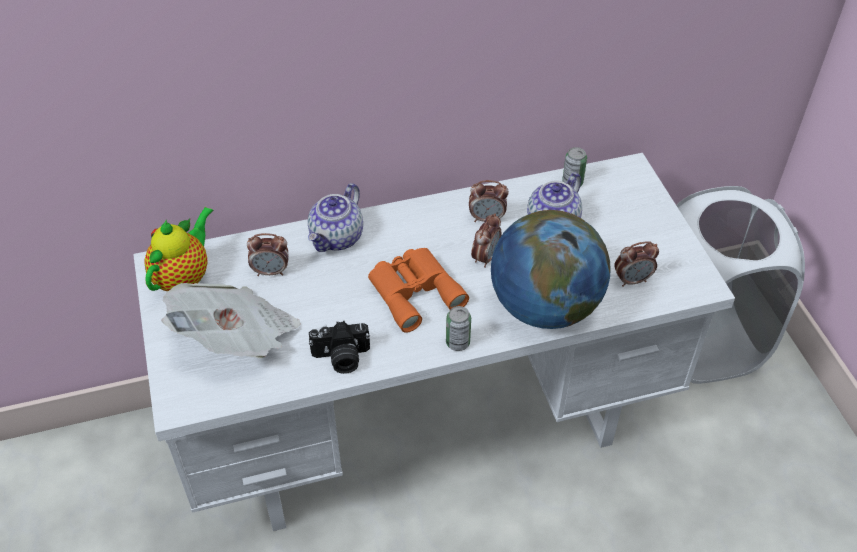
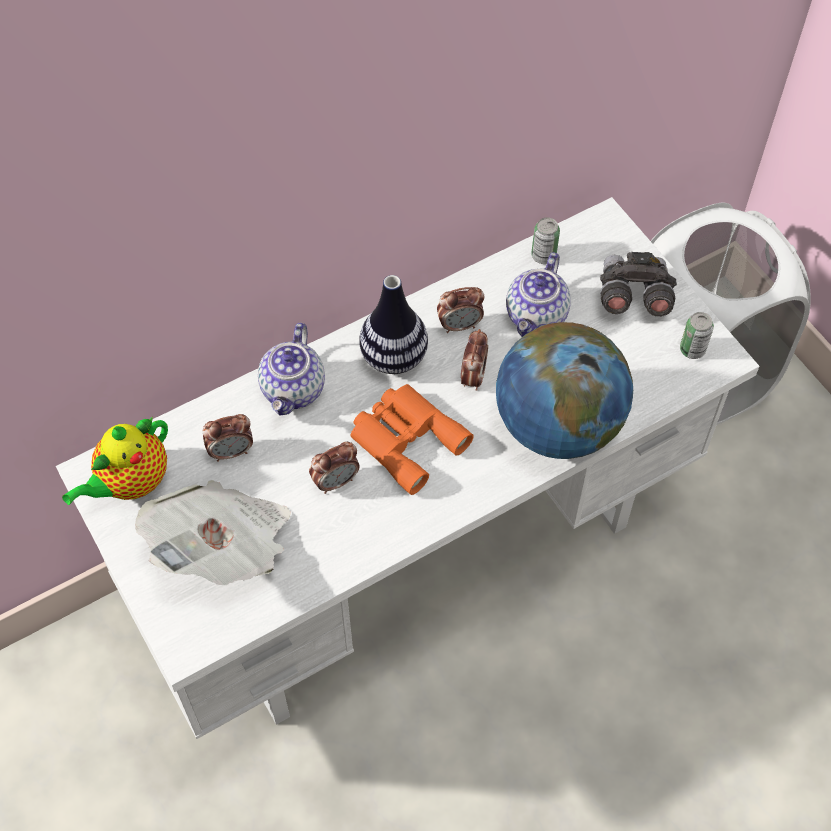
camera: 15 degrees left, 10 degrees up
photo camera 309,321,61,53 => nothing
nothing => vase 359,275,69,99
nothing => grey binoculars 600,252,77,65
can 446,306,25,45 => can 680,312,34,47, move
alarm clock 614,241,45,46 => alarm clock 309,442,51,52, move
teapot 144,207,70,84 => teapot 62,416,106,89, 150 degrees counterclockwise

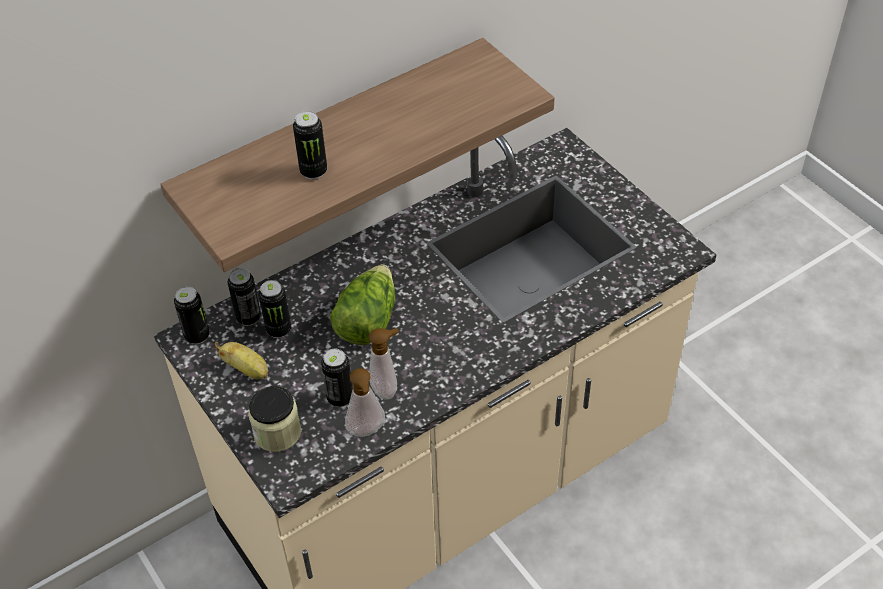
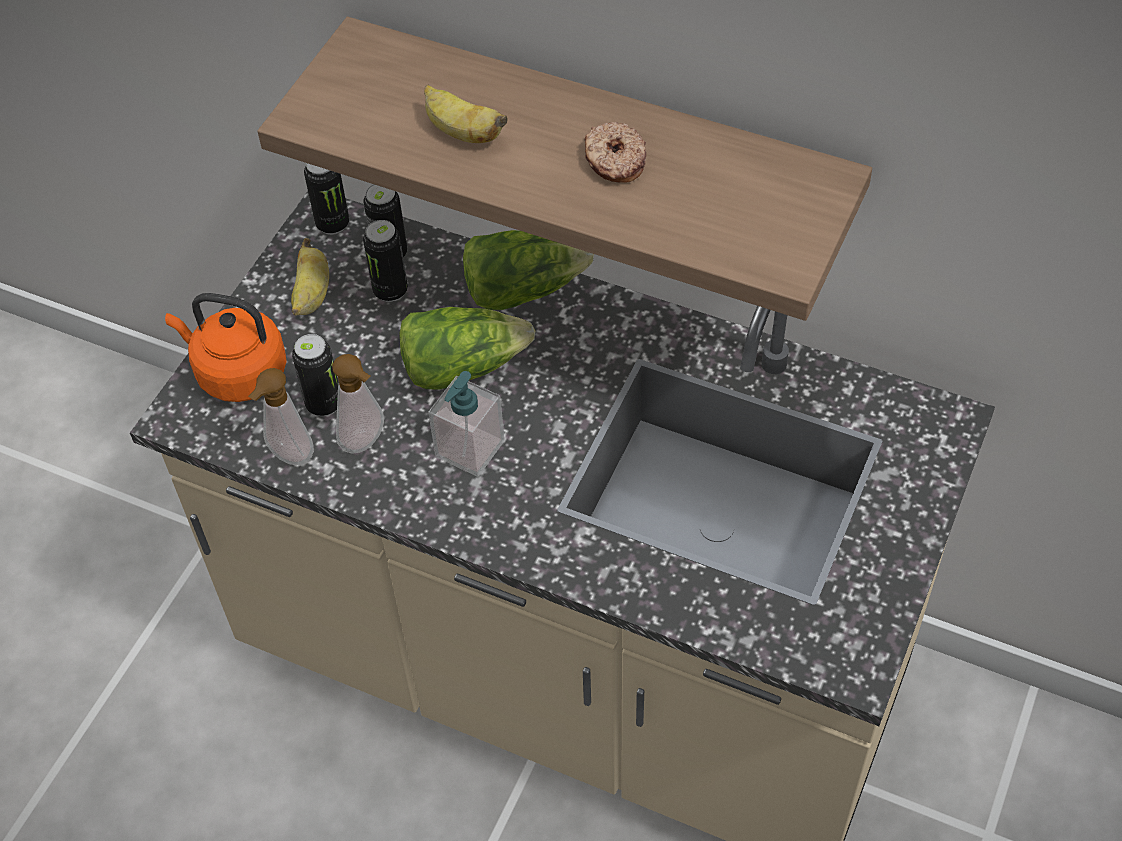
camera: 60 degrees right, 5 degrees up
nothing => soap dispenser 428,371,77,106
nothing => lettuce 463,230,131,80
nothing => donut 584,122,62,61
jar 248,386,53,66 => orange kettle 165,293,122,109
can 293,111,34,68 => banana 424,85,84,58

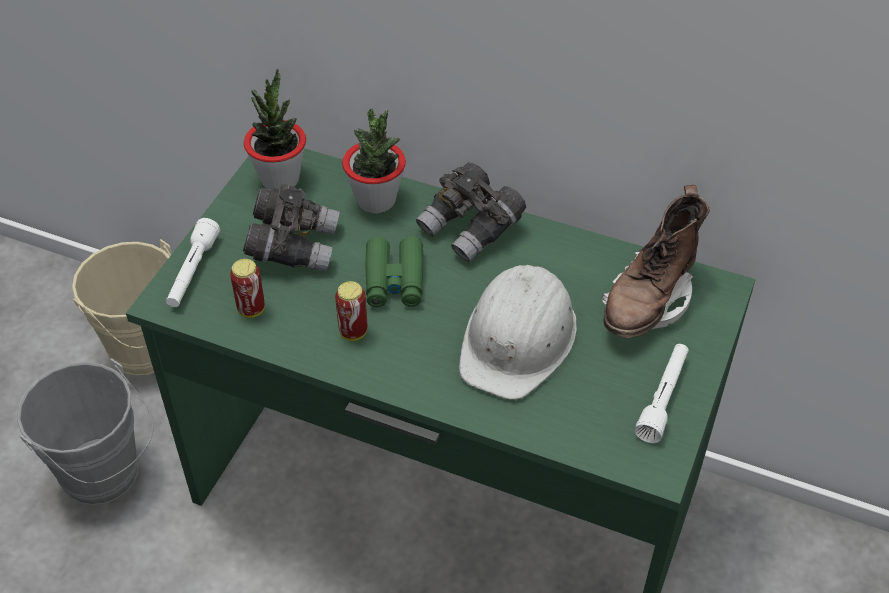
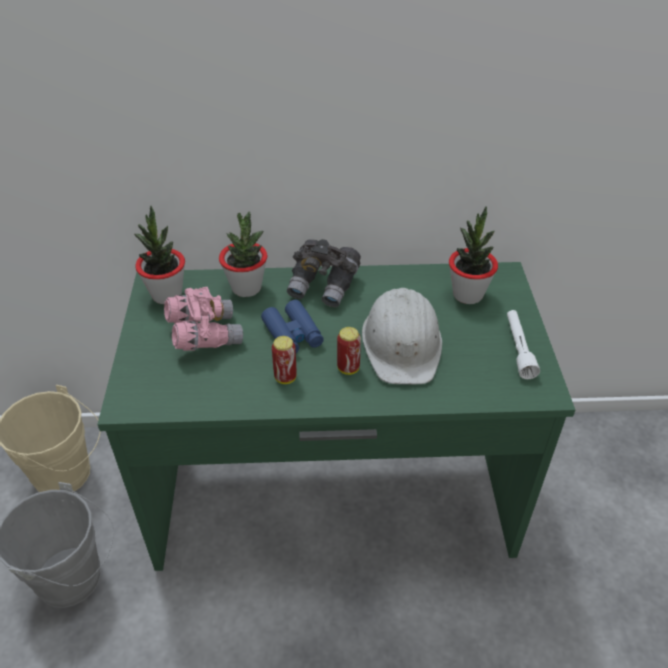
camera: 25 degrees left, 5 degrees down
white flashlight 166,218,54,89 => nothing
can 230,259,35,59 => can 337,327,24,48, move
brown boot 602,185,108,153 => potted plant 449,206,49,98
grey binoculars 243,184,97,88 => pink binoculars 164,287,79,64
green binoculars 365,237,58,70 => blue binoculars 261,300,63,53

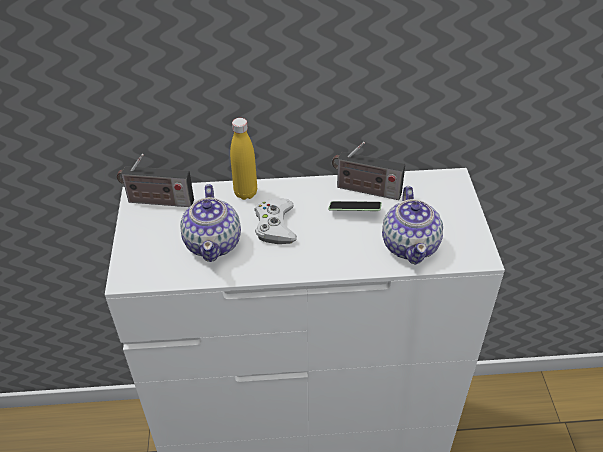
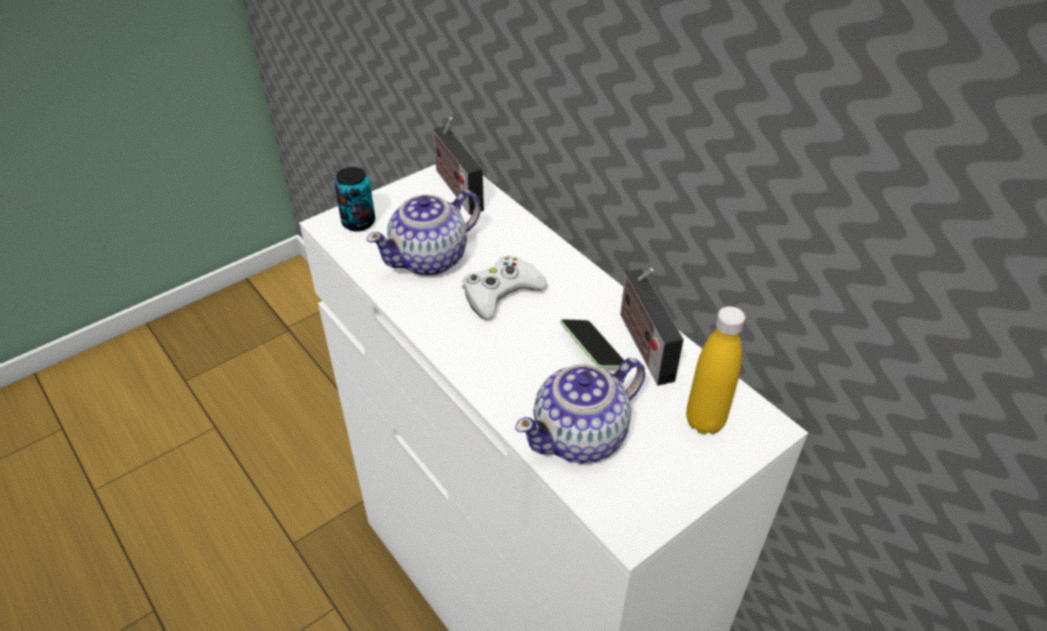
camera: 55 degrees right, 0 degrees up
nothing => can 334,167,41,65
yellow bottle 230,118,27,82 => yellow bottle 686,306,59,128, move

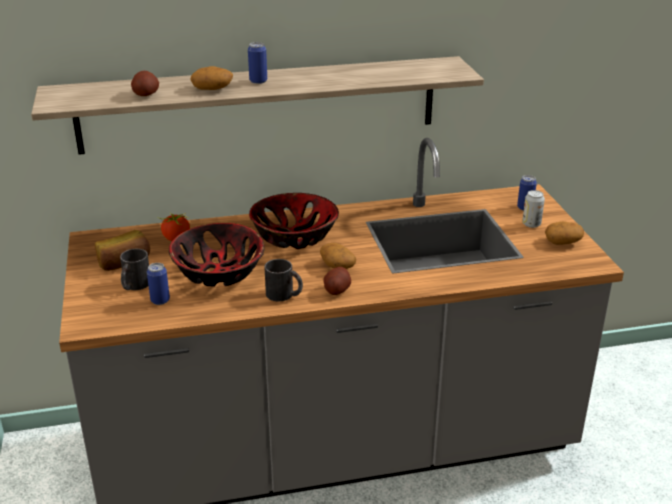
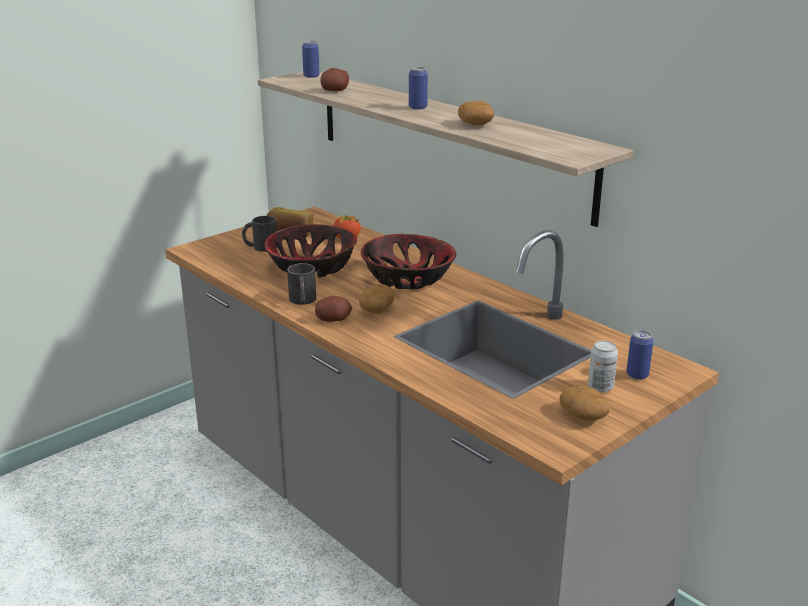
camera: 60 degrees right, 5 degrees down
can 147,263,23,42 => can 302,41,18,37, move
potato 191,66,42,24 => potato 458,101,36,25, move

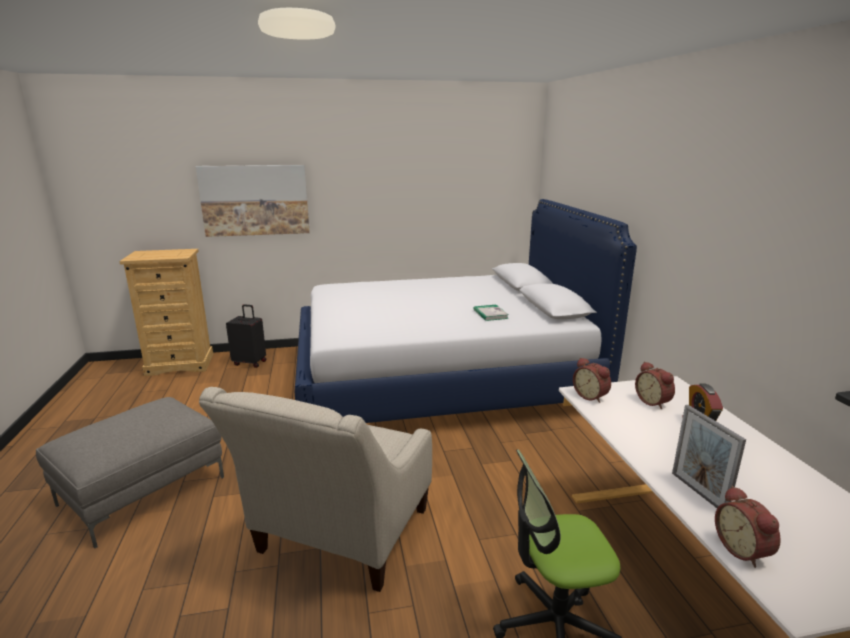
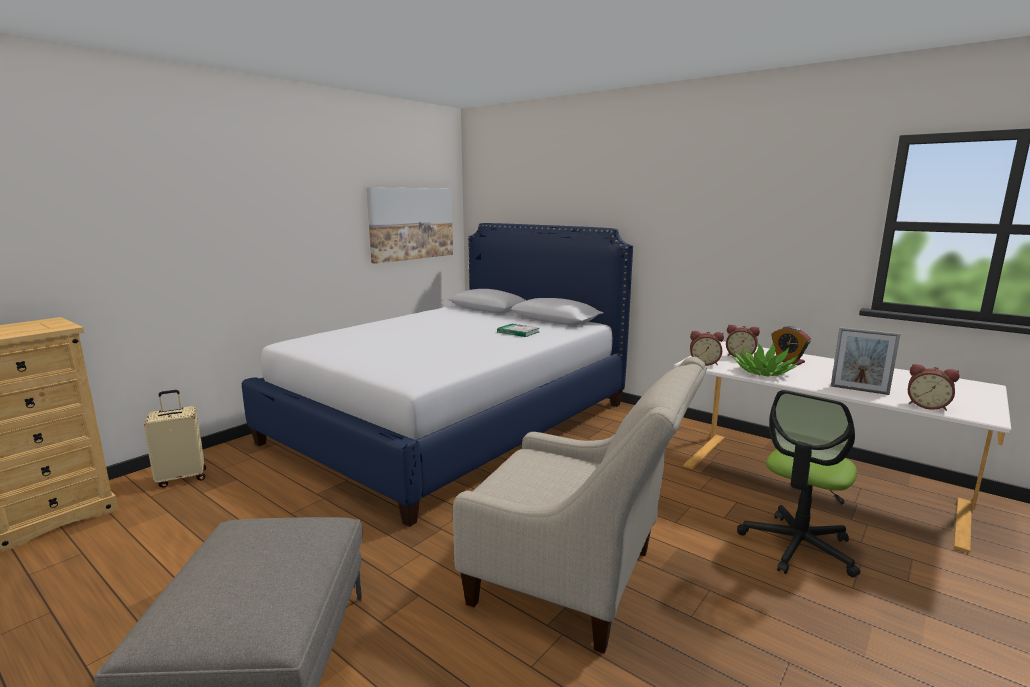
camera: 40 degrees left, 5 degrees down
nothing => potted plant 731,343,68,33
picture 196,165,114,72 => picture 367,187,86,77, move
black suitcase 226,304,41,64 => beige suitcase 144,390,62,98
beige armchair 199,387,233,205 => beige armchair 453,357,254,297, 45 degrees counterclockwise

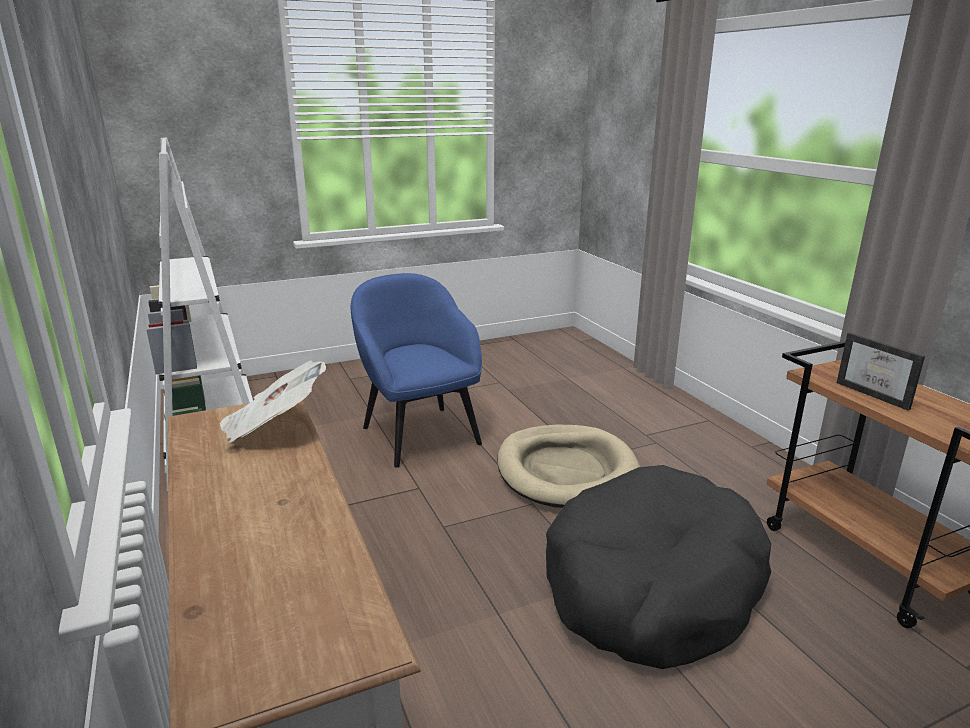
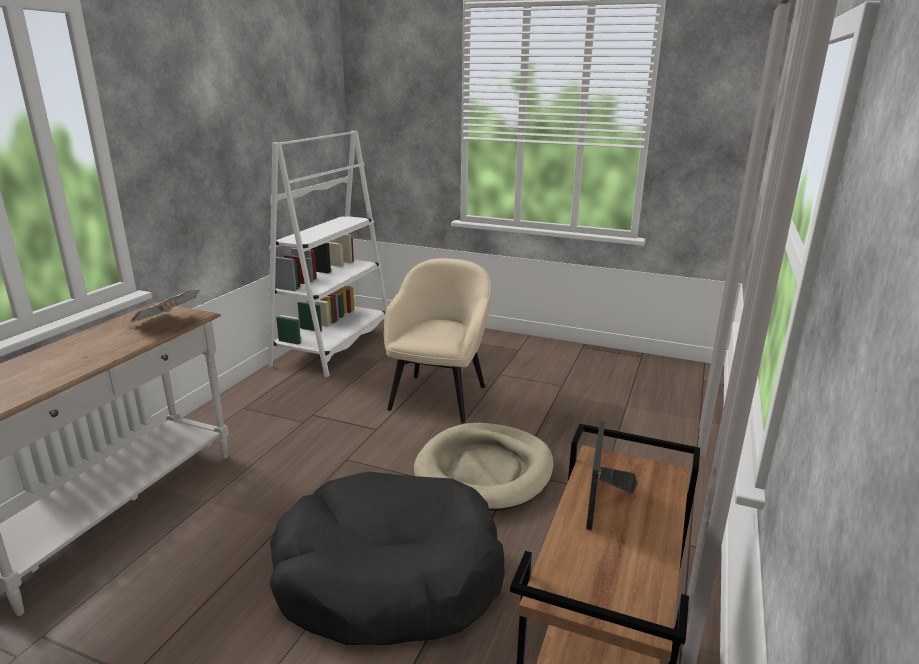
camera: 45 degrees right, 0 degrees up
blue armchair 351,273,131,195 => beige armchair 384,258,107,165

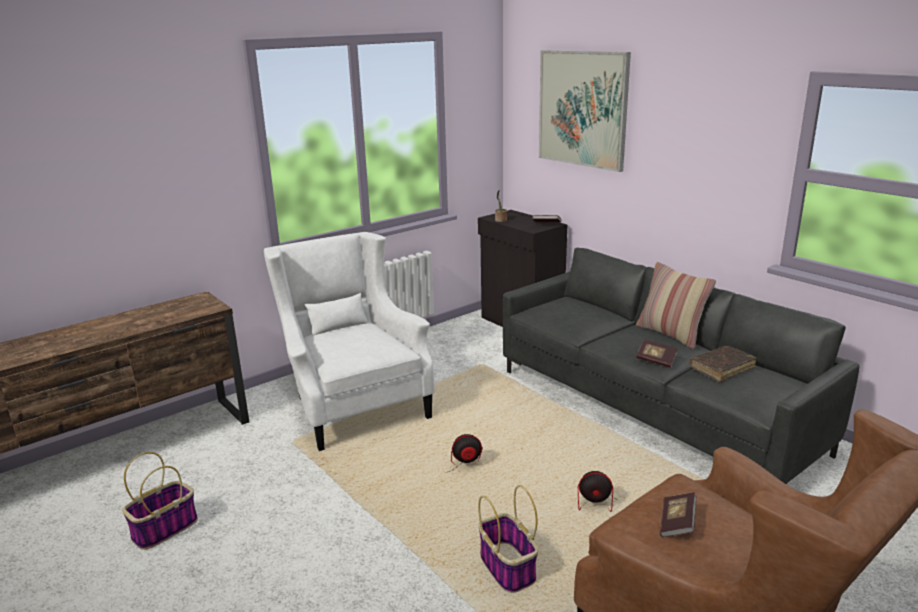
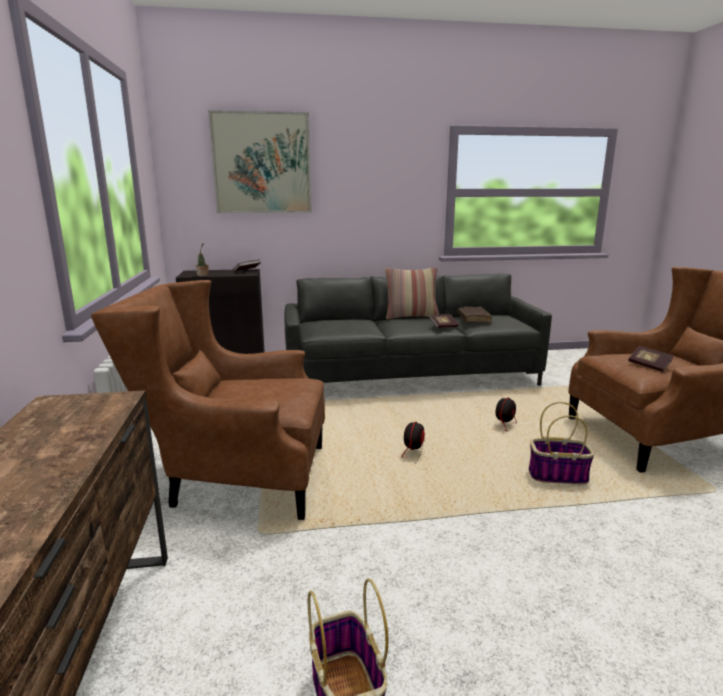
camera: 60 degrees left, 5 degrees down
white armchair 264,232,171,219 => brown armchair 91,280,234,240

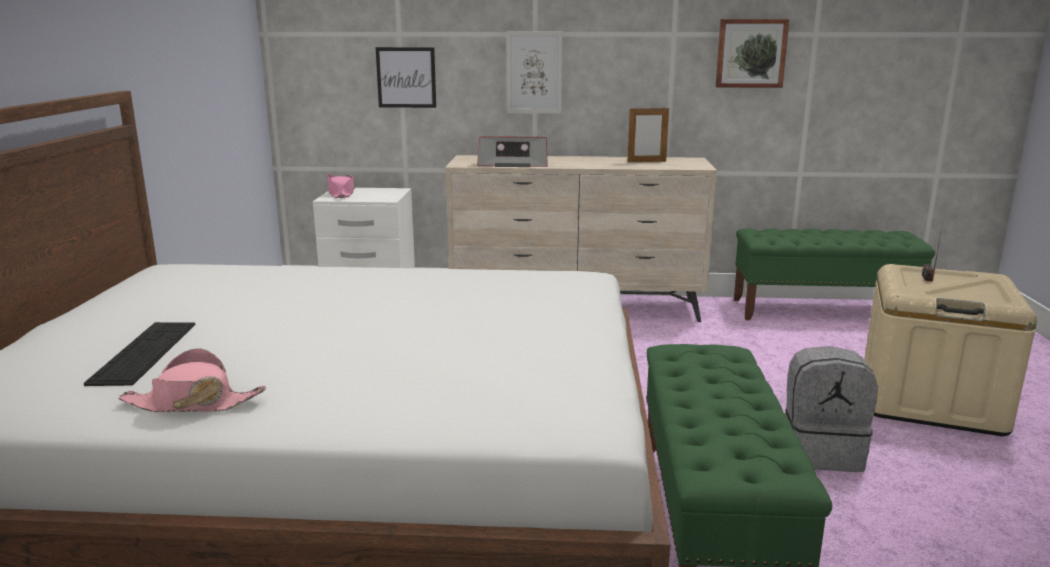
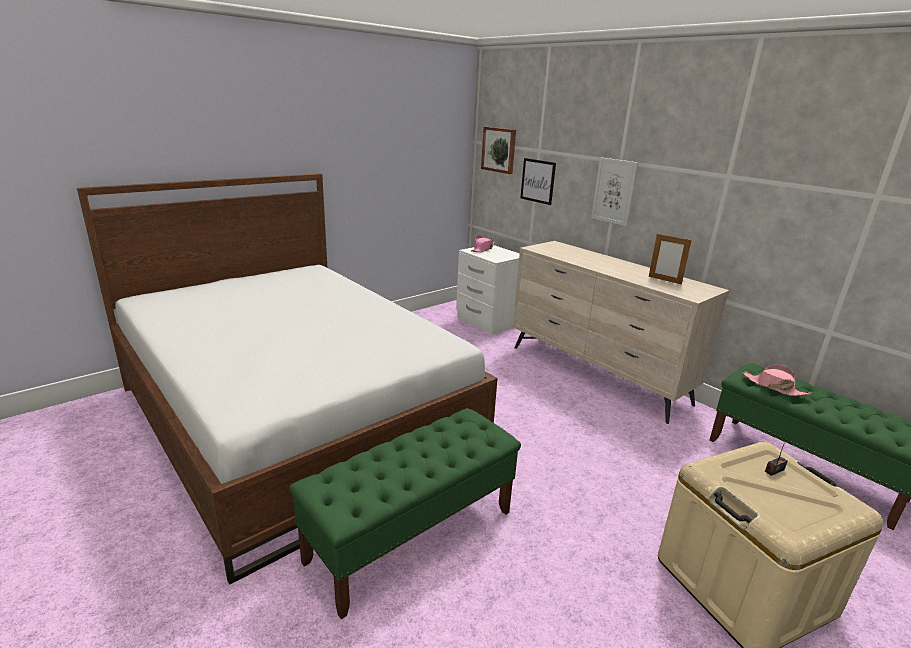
camera: 45 degrees right, 5 degrees up
keyboard 84,322,111,64 => nothing
radio 477,136,71,31 => nothing
grey backpack 785,346,93,126 => nothing
pink hat 118,349,148,63 => pink hat 742,364,70,32, move
picture 715,19,74,69 => picture 481,127,35,47, move

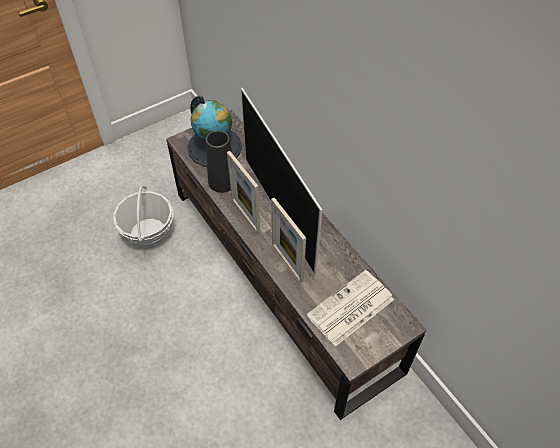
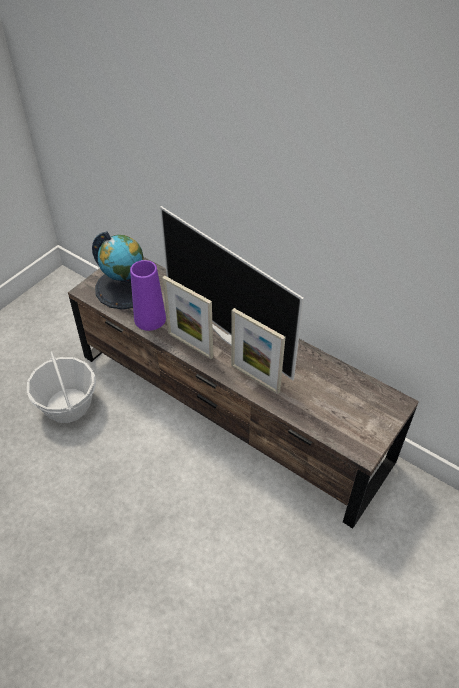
camera: 20 degrees left, 5 degrees down
newspaper 307,270,87,77 => nothing
black vase 206,130,26,63 => purple vase 130,260,36,71

